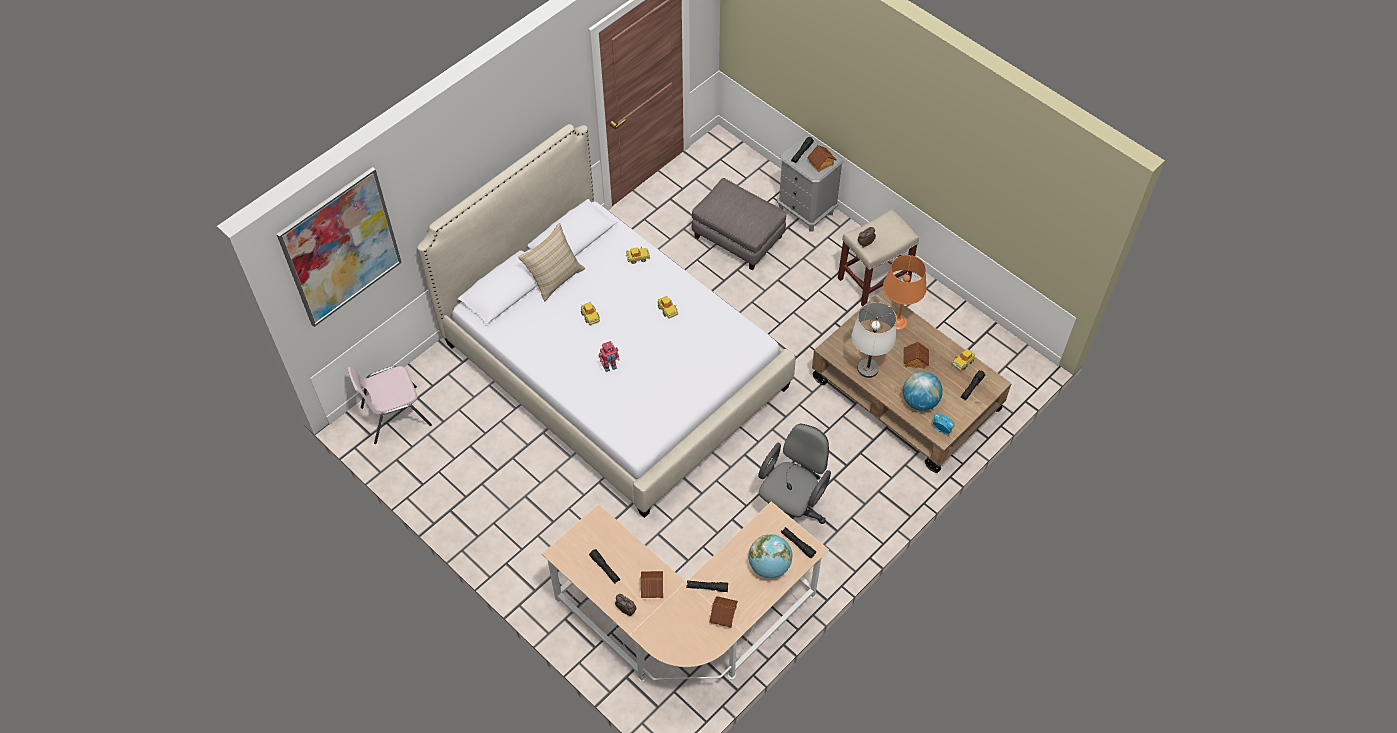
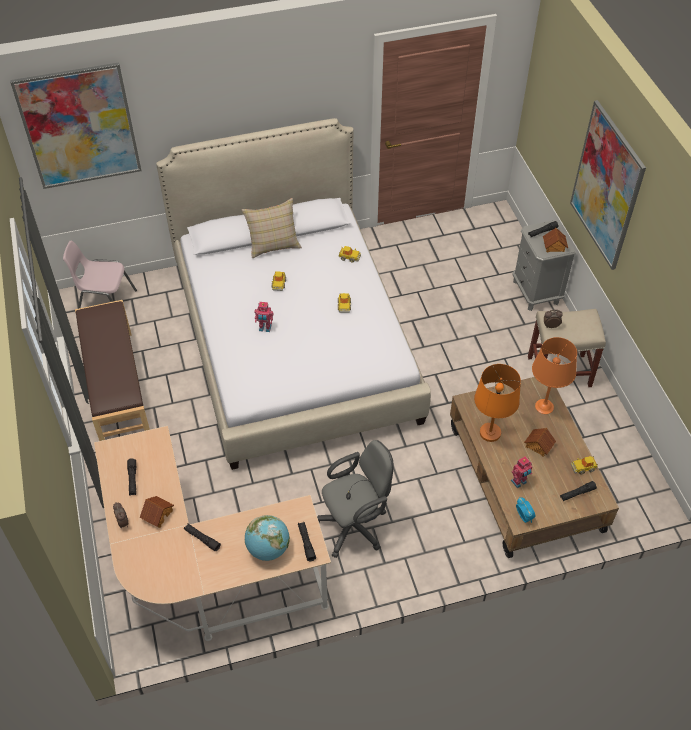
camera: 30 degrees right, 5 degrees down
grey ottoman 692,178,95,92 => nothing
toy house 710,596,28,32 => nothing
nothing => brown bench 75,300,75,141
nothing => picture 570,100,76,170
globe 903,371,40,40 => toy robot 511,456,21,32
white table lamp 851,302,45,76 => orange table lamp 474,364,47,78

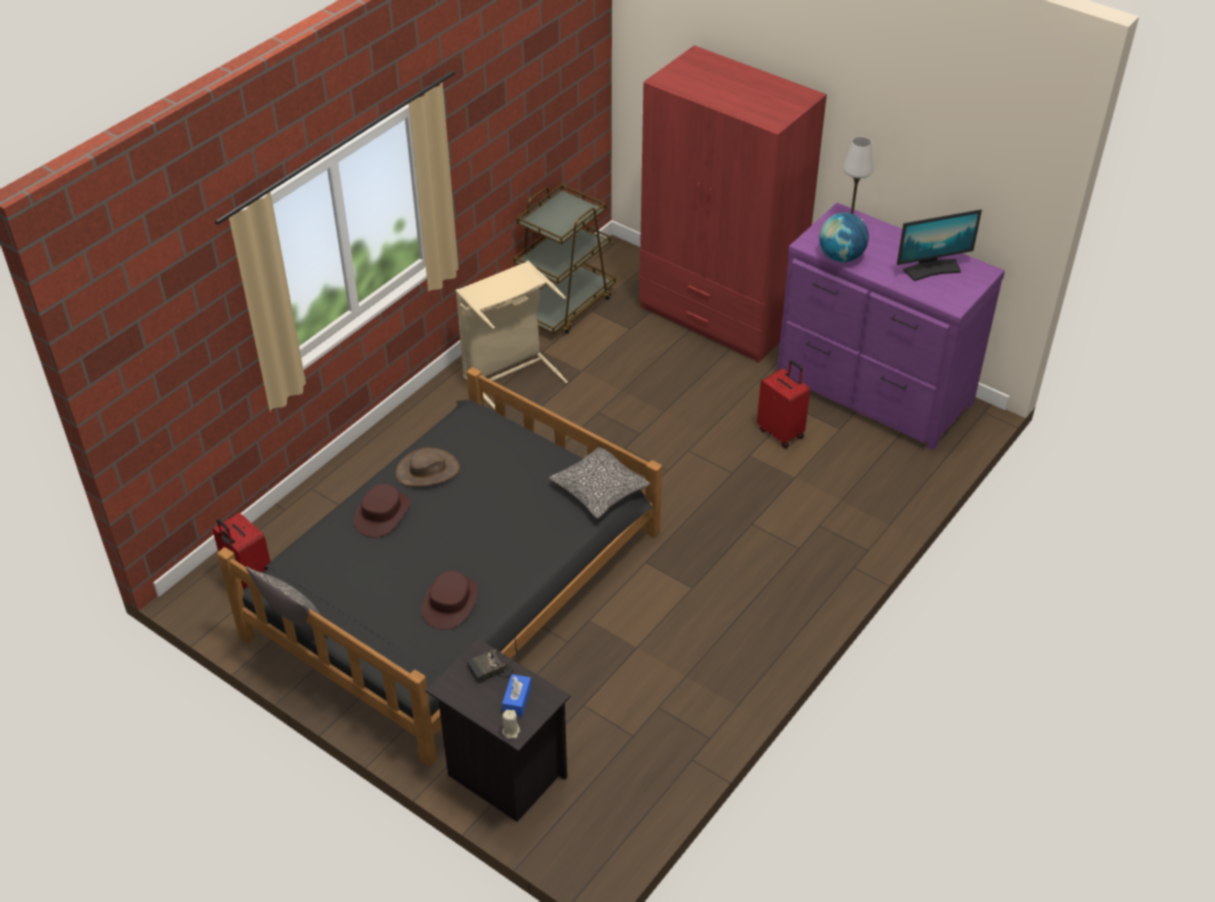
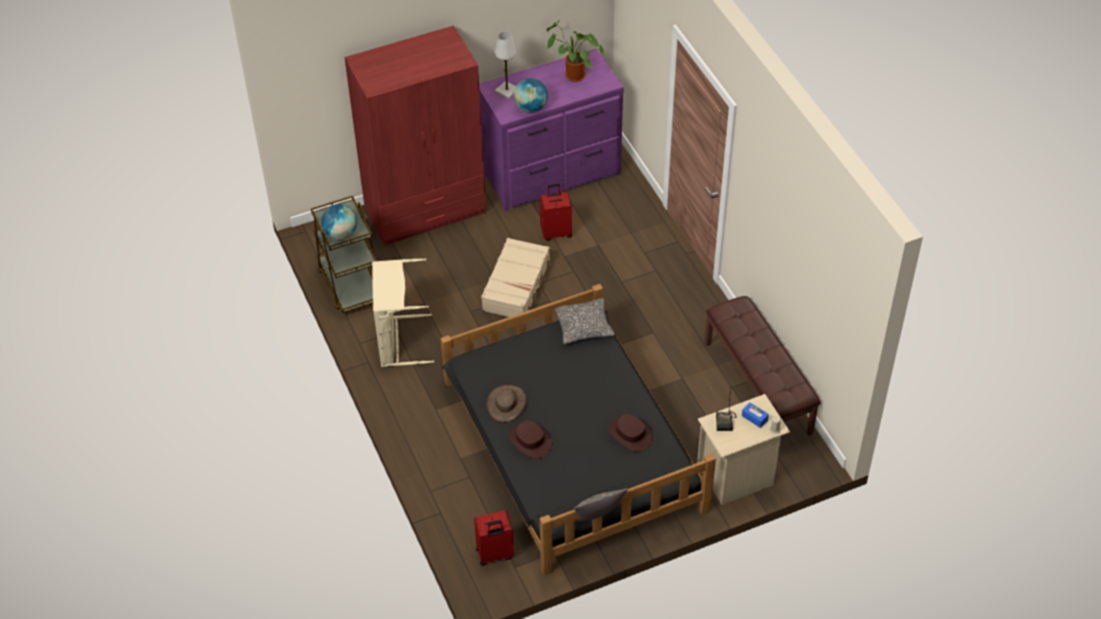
camera: 60 degrees left, 5 degrees up
nothing => globe 321,204,36,36
nothing => beige suitcase 481,238,70,79
nothing => brown bench 705,296,115,140
monitor 897,209,85,72 => potted plant 547,20,57,62
black nightstand 425,639,145,183 => beige nightstand 697,394,93,111

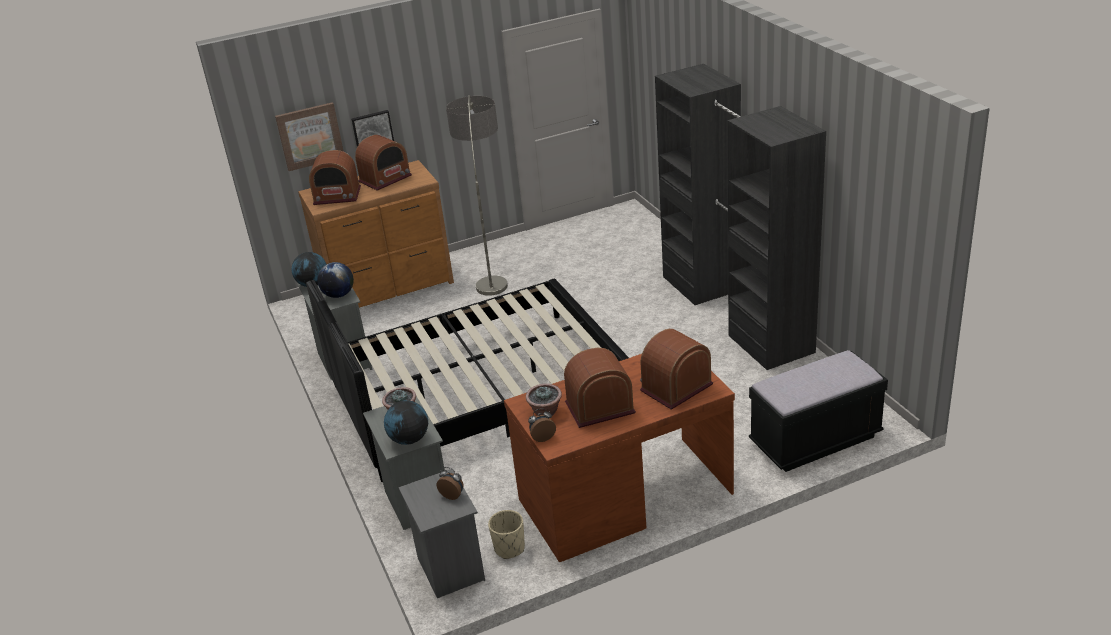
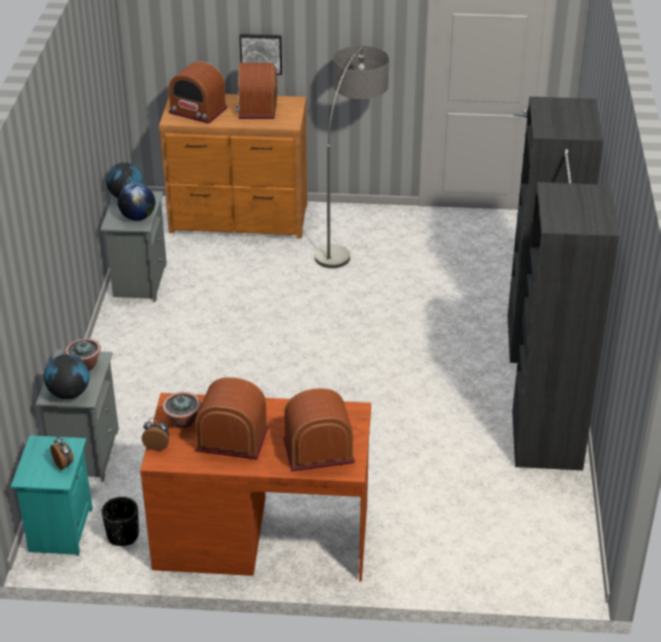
camera: 25 degrees right, 5 degrees up
picture 275,102,69,69 => nothing
black bed 306,279,323,203 => nothing
black bench 749,350,139,122 => nothing
grey nightstand 398,469,87,129 => turquoise nightstand 11,435,82,121
beige planter 488,510,37,49 => black planter 102,497,37,49
radio 355,135,57,56 => radio 235,63,42,56, 105 degrees clockwise

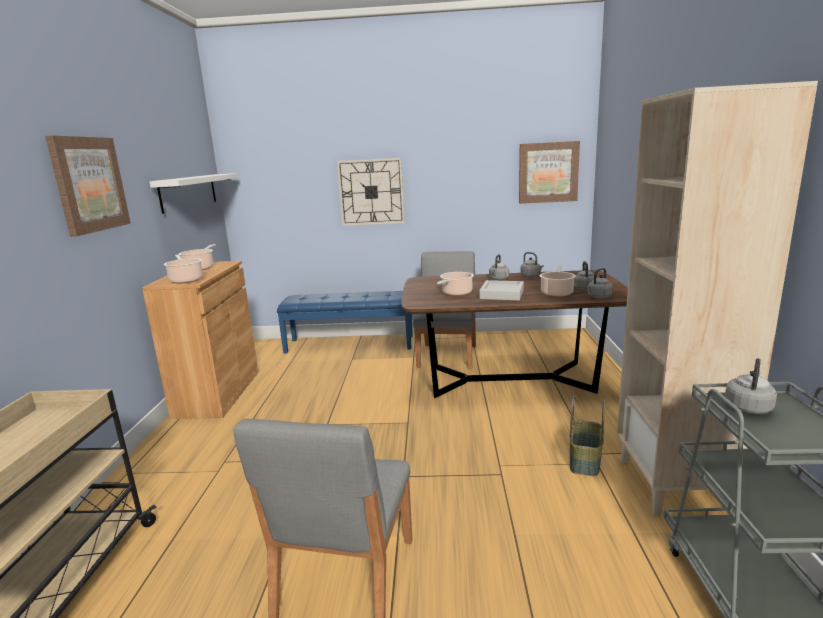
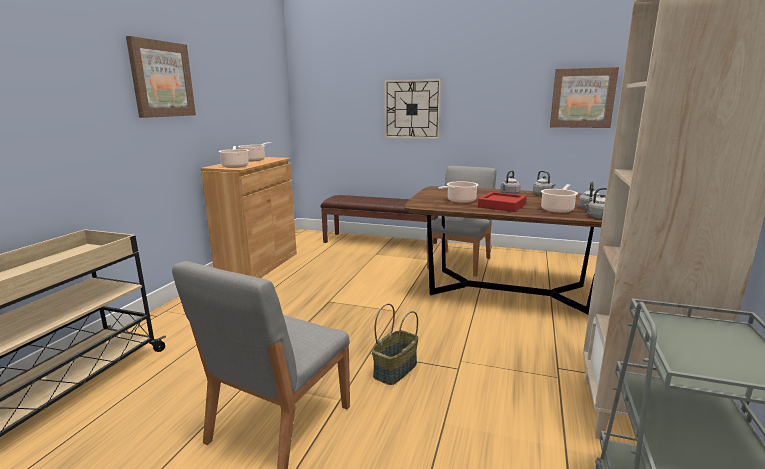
camera: 15 degrees right, 0 degrees up
white shelf 150,173,88,41 => nothing
grey kettle 725,358,52,56 => nothing
basket 569,395,36,81 => basket 372,304,46,81, move
blue bench 277,291,136,62 => brown bench 321,195,117,49
grey tray 479,280,45,21 => red tray 478,192,49,20

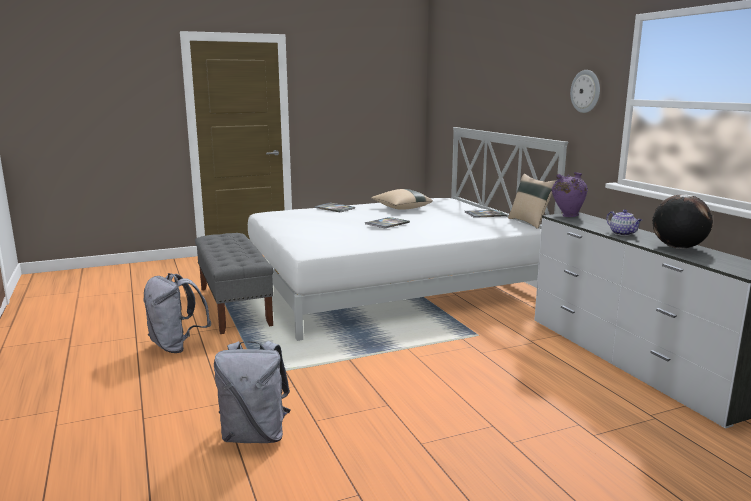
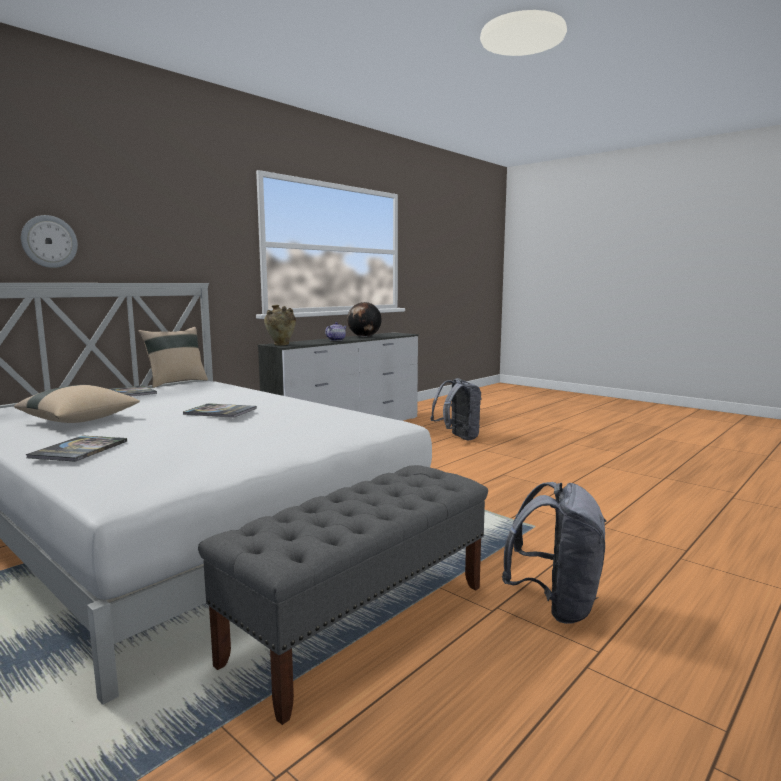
camera: 115 degrees left, 5 degrees down
grey backpack 214,341,77,102 => grey backpack 430,378,51,62, move
wall clock 570,70,30,43 => wall clock 21,215,57,53, move
purple vase 552,172,36,45 => beige vase 264,305,32,41

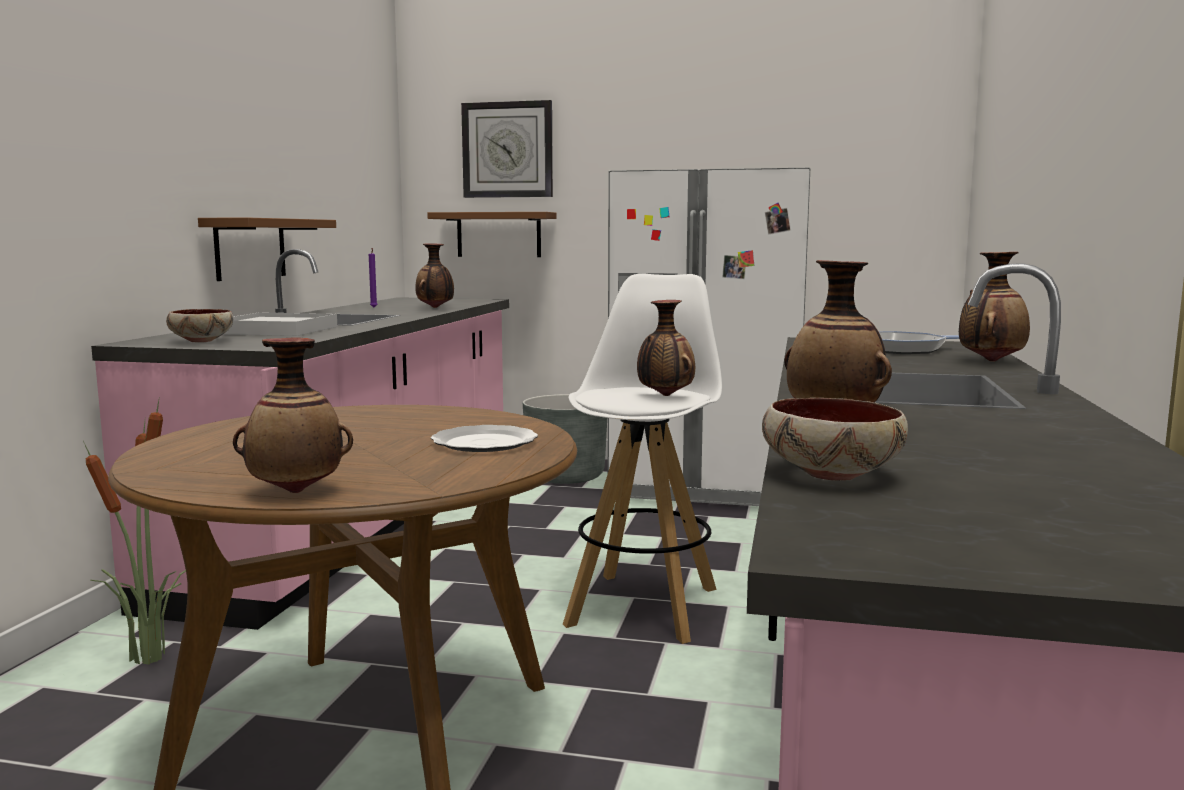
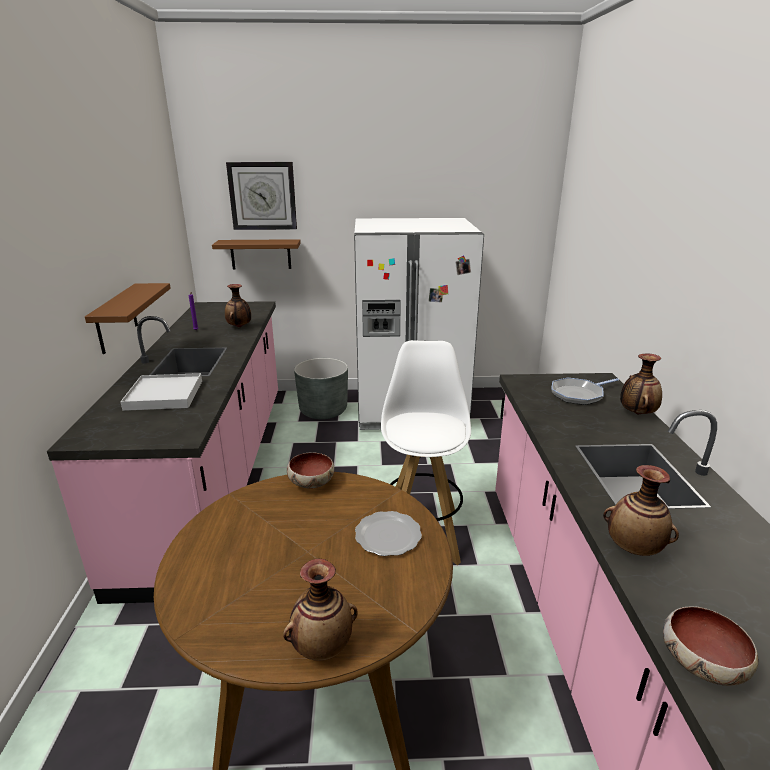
camera: 15 degrees left, 15 degrees up
potted plant 83,396,103,269 => nothing
vase 637,300,58,96 => nothing
bowl 166,309,67,33 => bowl 287,452,47,36, move

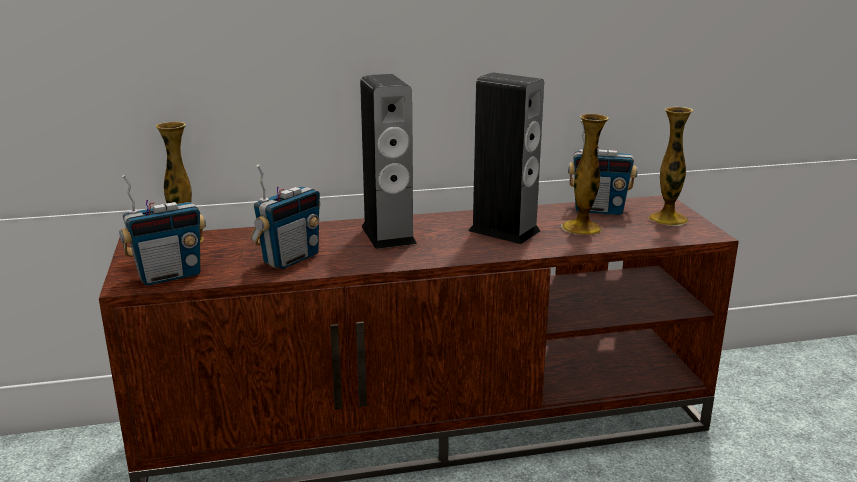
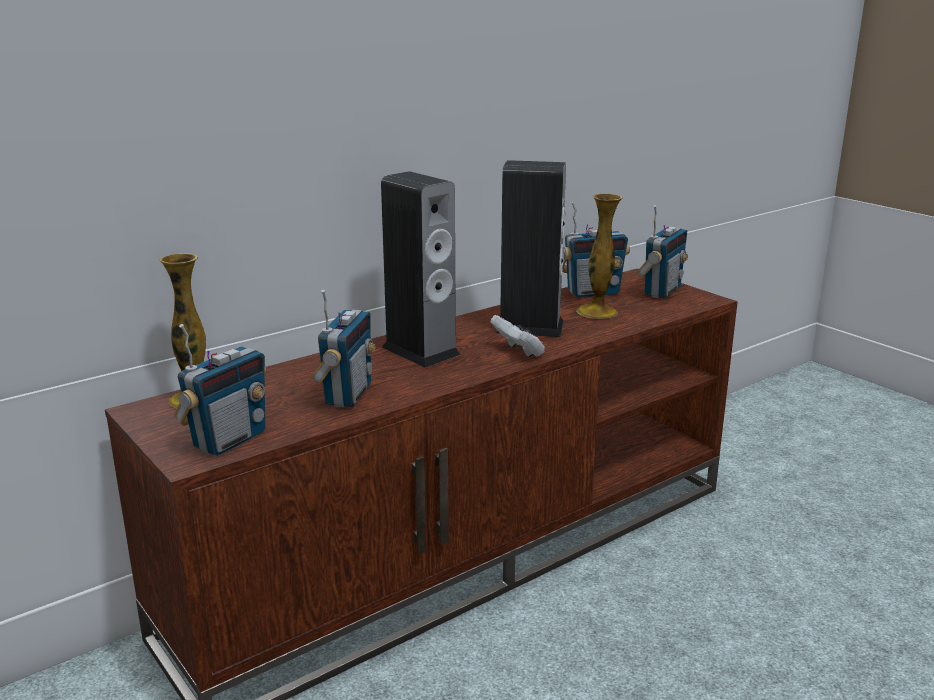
camera: 25 degrees left, 0 degrees up
nothing => white game controller 491,315,54,42
vase 648,107,46,119 => radio 637,205,51,94

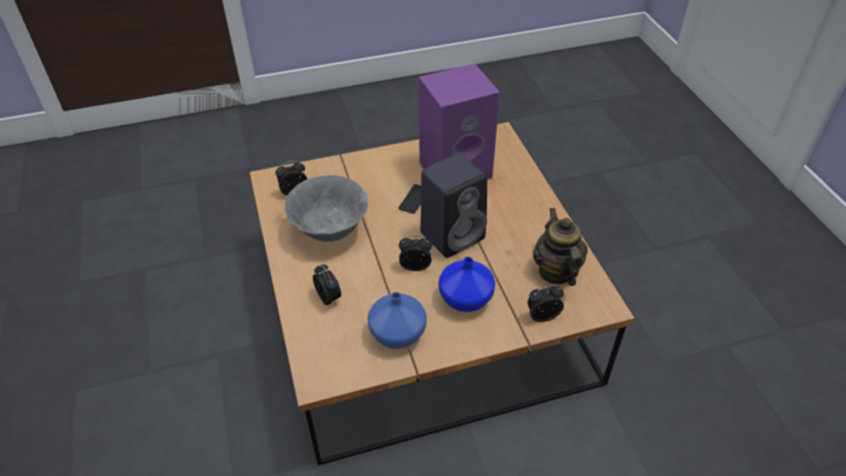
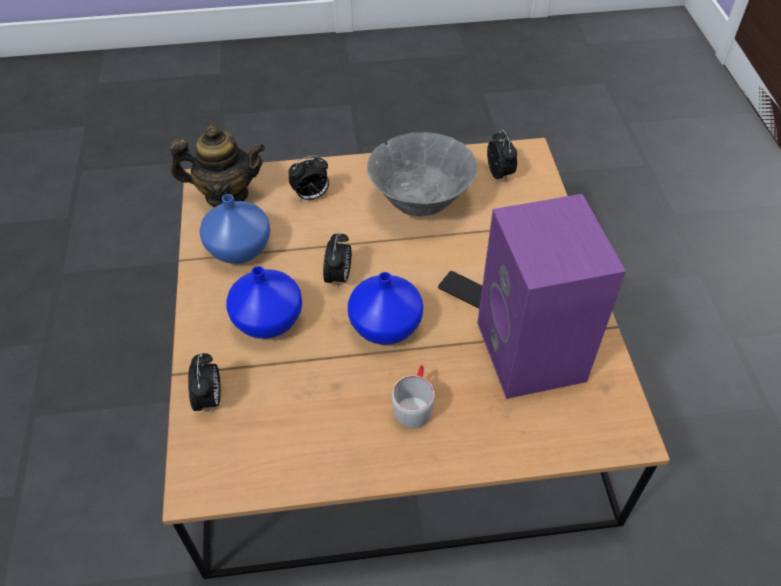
camera: 100 degrees right, 5 degrees up
nothing => grey mug 392,365,43,63
teapot 533,208,55,78 => teapot 170,125,96,82, move
black speaker 420,153,67,105 => blue vase 348,272,75,73

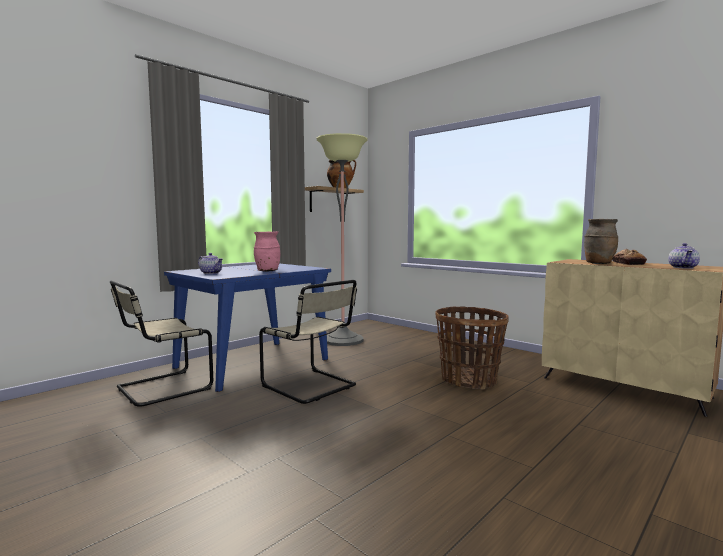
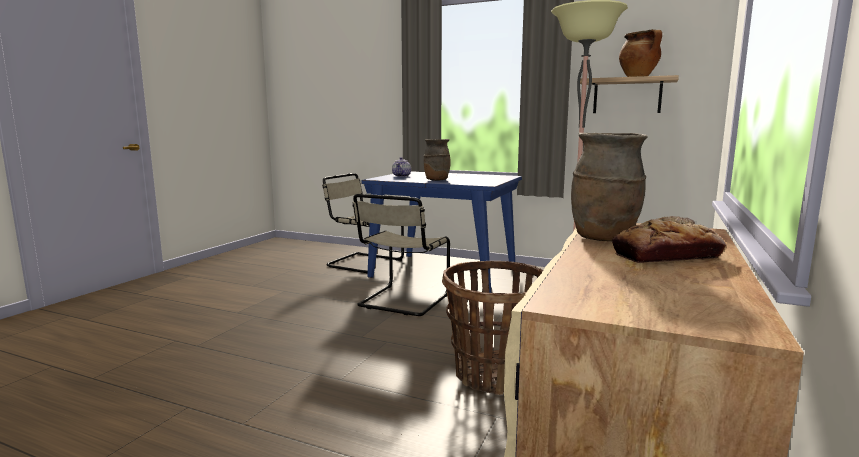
camera: 70 degrees right, 5 degrees up
teapot 669,243,31,26 => nothing
pink vase 254,231,26,40 => brown vase 423,139,27,42

